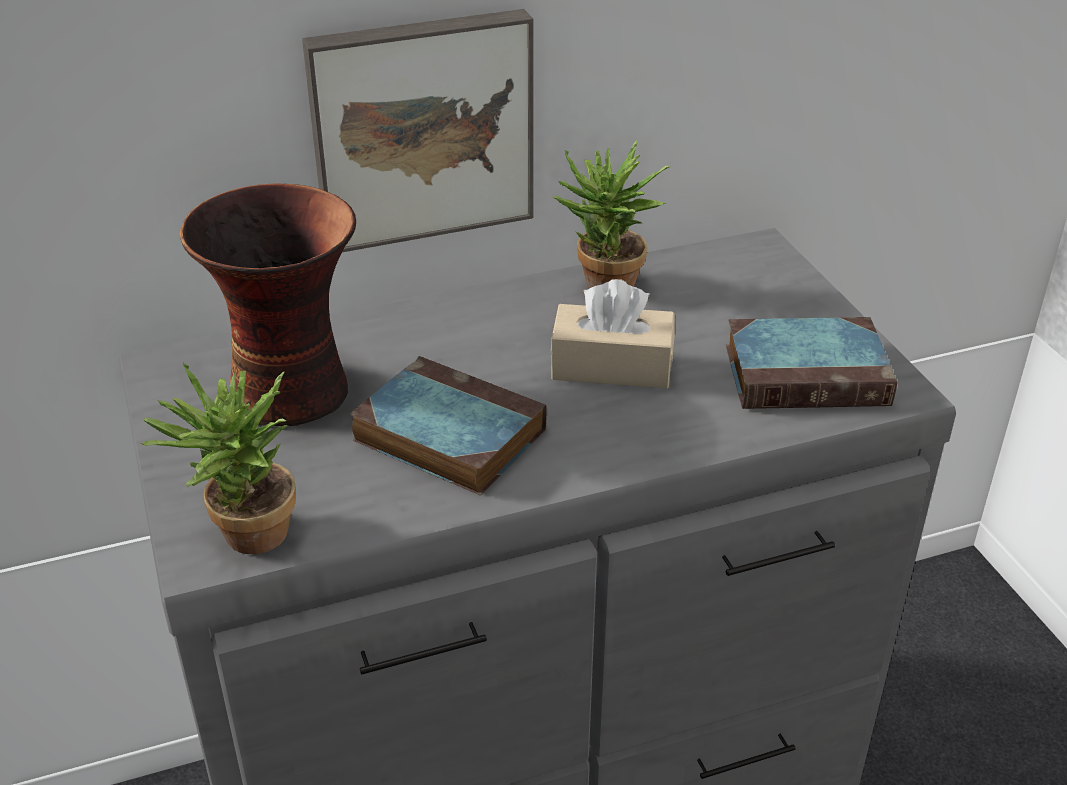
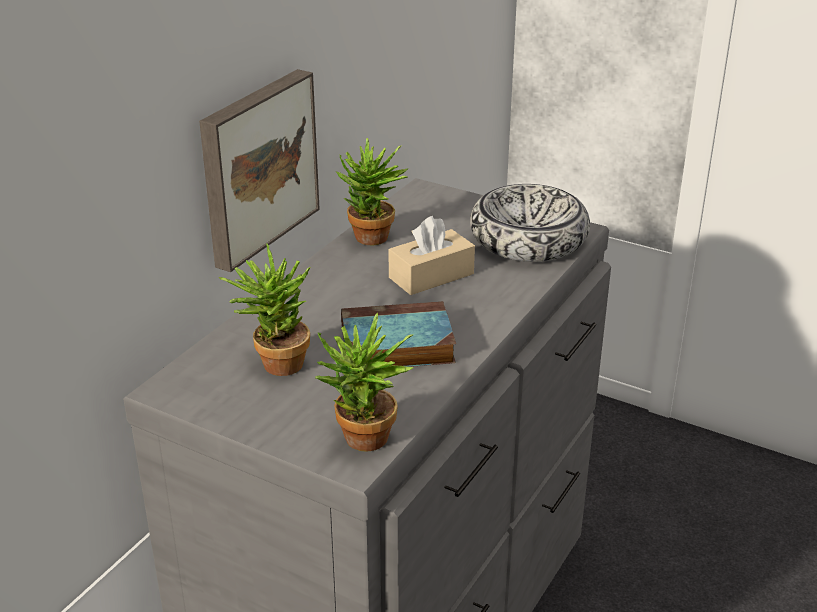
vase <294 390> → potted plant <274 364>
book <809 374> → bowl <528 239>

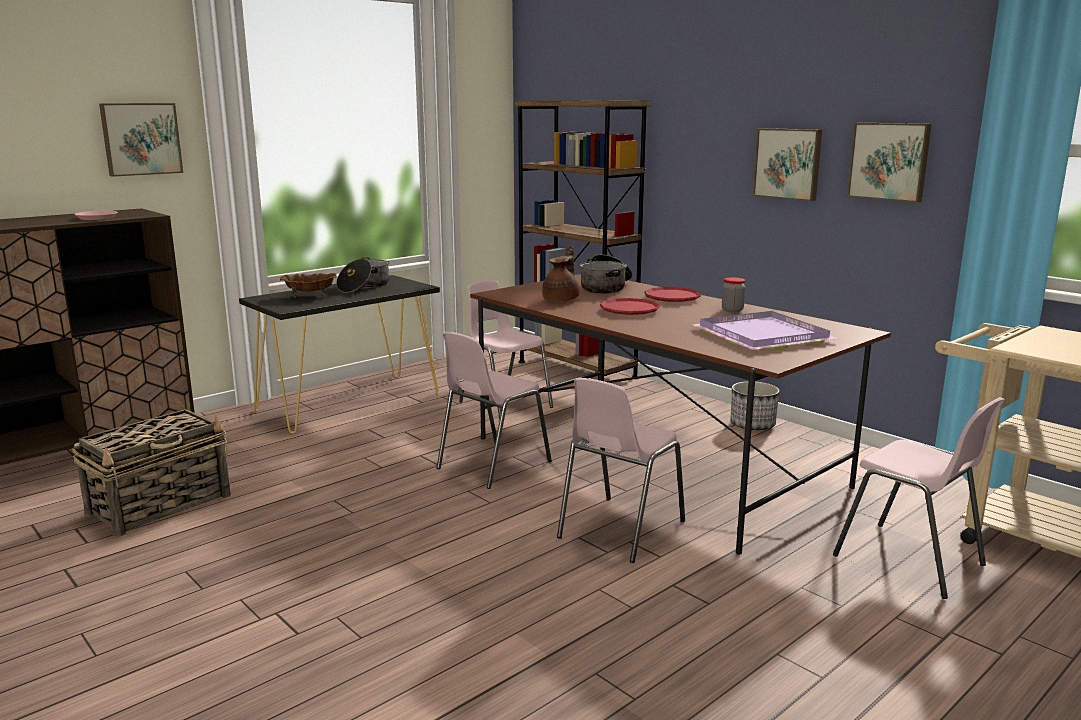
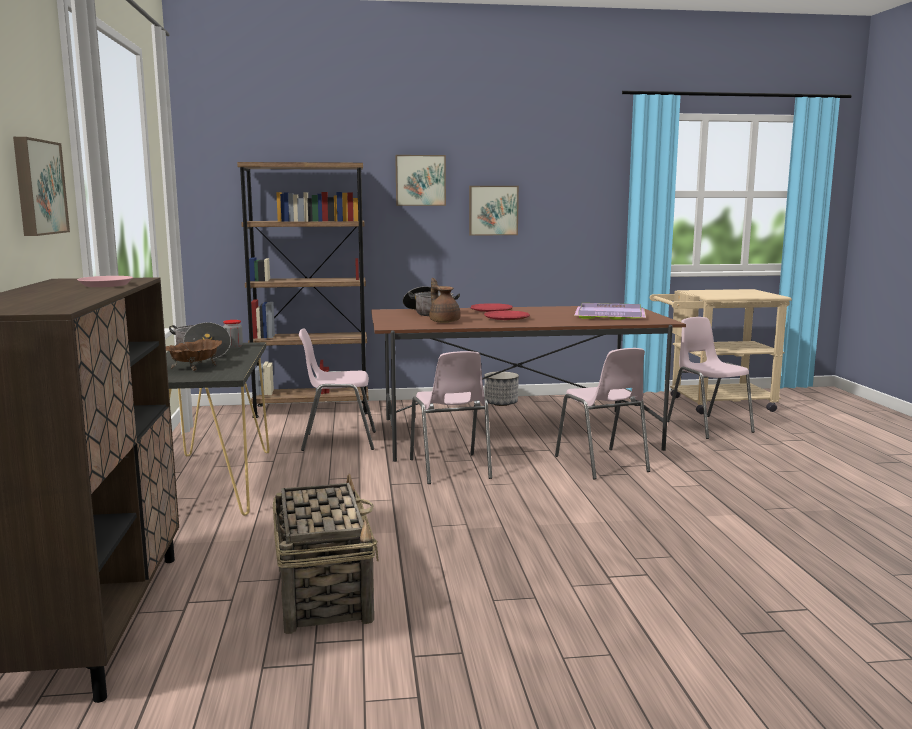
jar <732 310> → jar <233 347>, moved
picture <889 161> → picture <420 180>, moved
pink chair <910 561> → pink chair <708 426>, 105 degrees counterclockwise

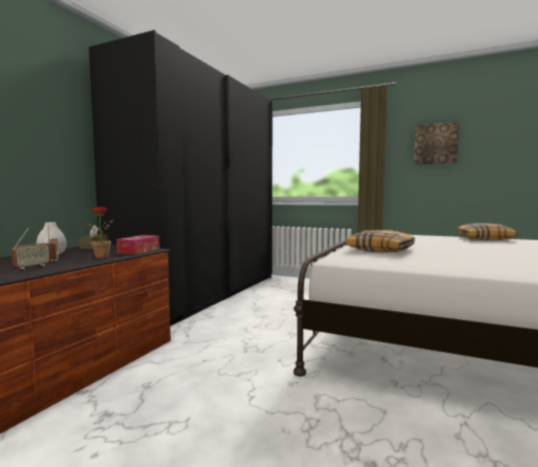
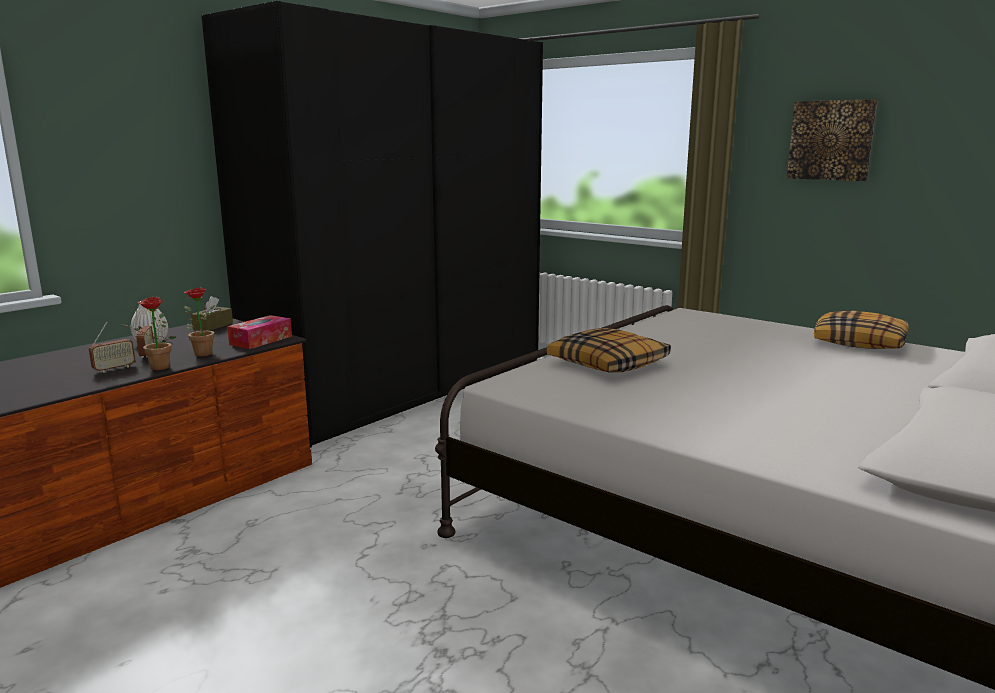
- → potted plant <156 368>

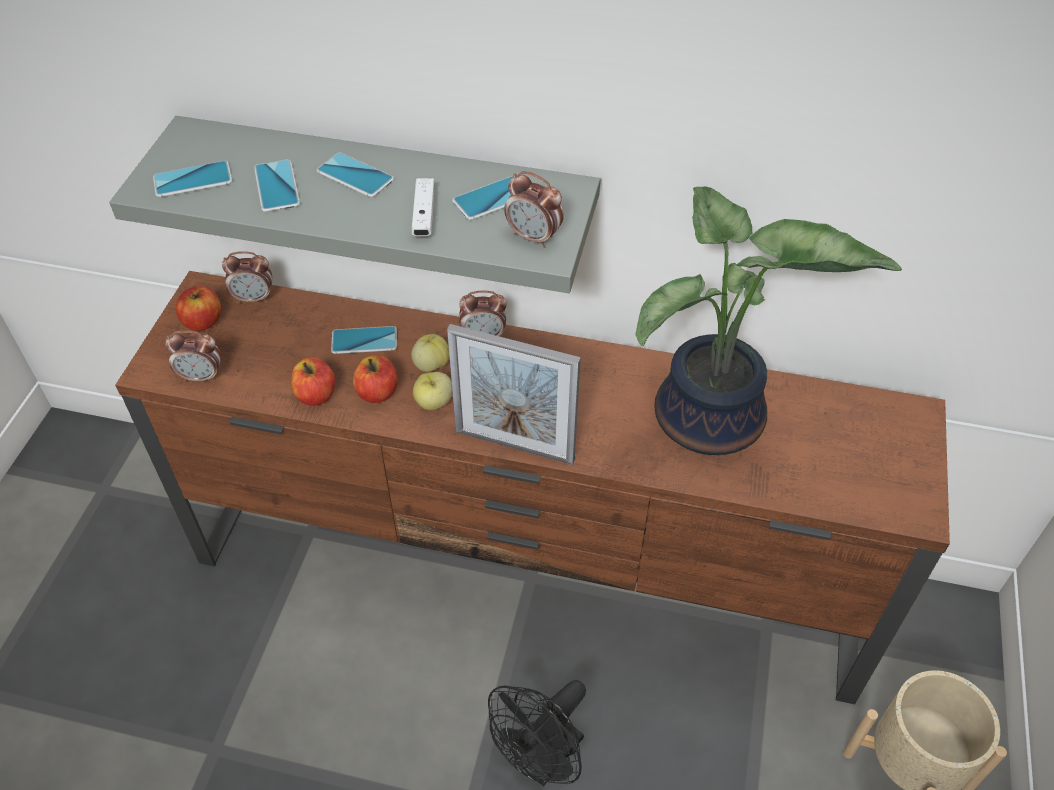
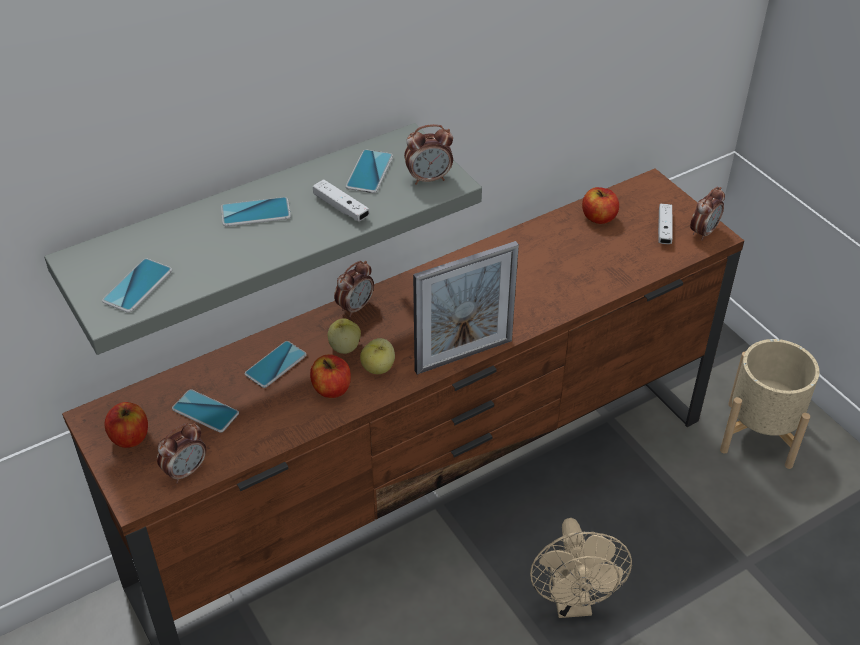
potted plant <710 425> → -
- → white game controller <664 229>
alarm clock <254 298> → alarm clock <703 232>, moved
phone <277 186> → phone <205 411>, moved
apple <316 395> → apple <599 217>, moved
black fan <542 760> → beige fan <573 602>

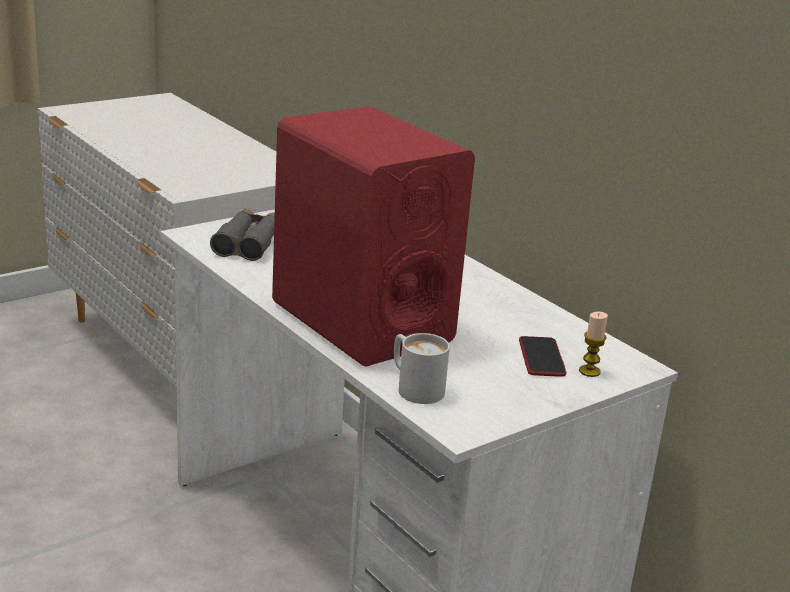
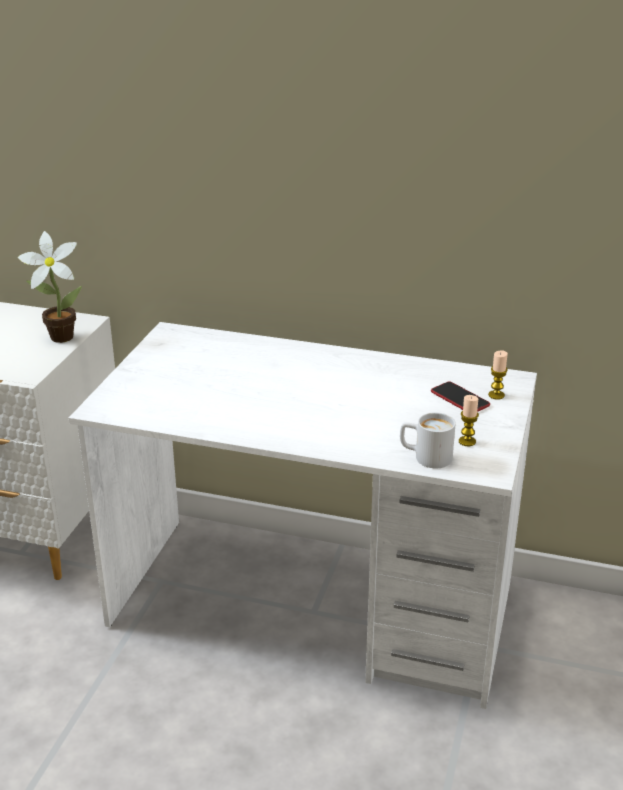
grey binoculars <249 242> → -
red speaker <361 321> → -
- → potted plant <58 337>
- → candle <467 441>

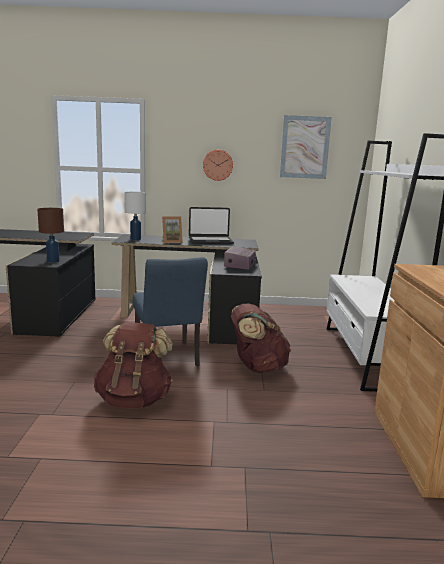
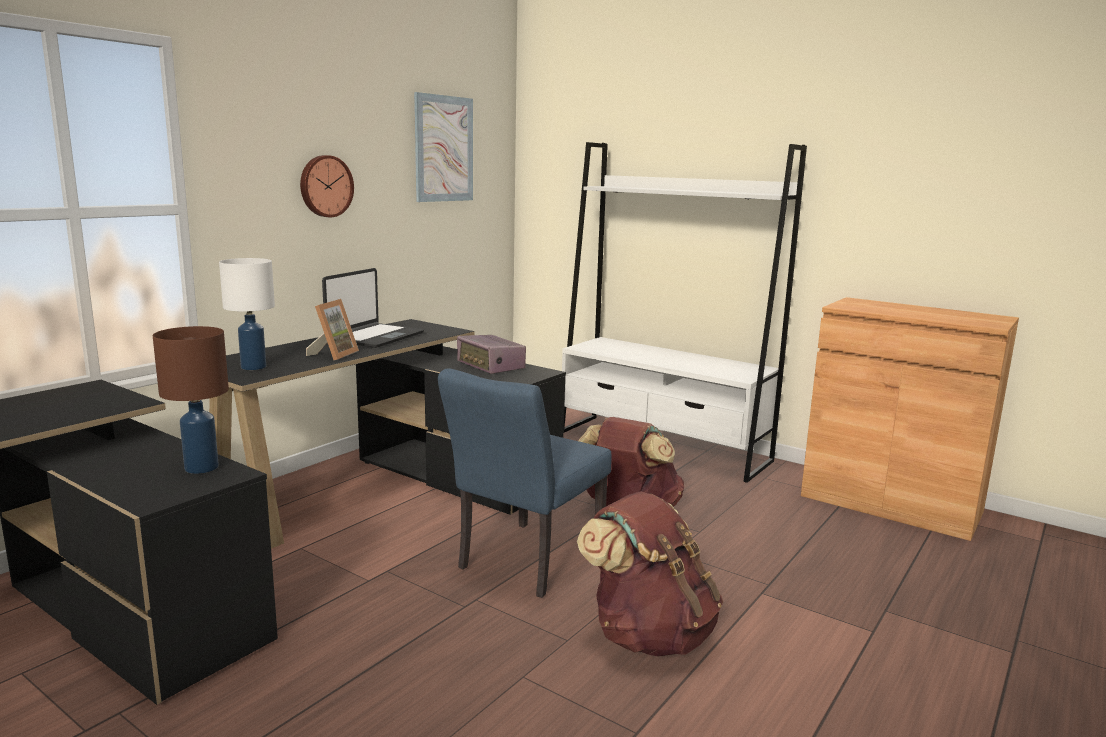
blue chair <167 358> → blue chair <524 563>, 105 degrees clockwise

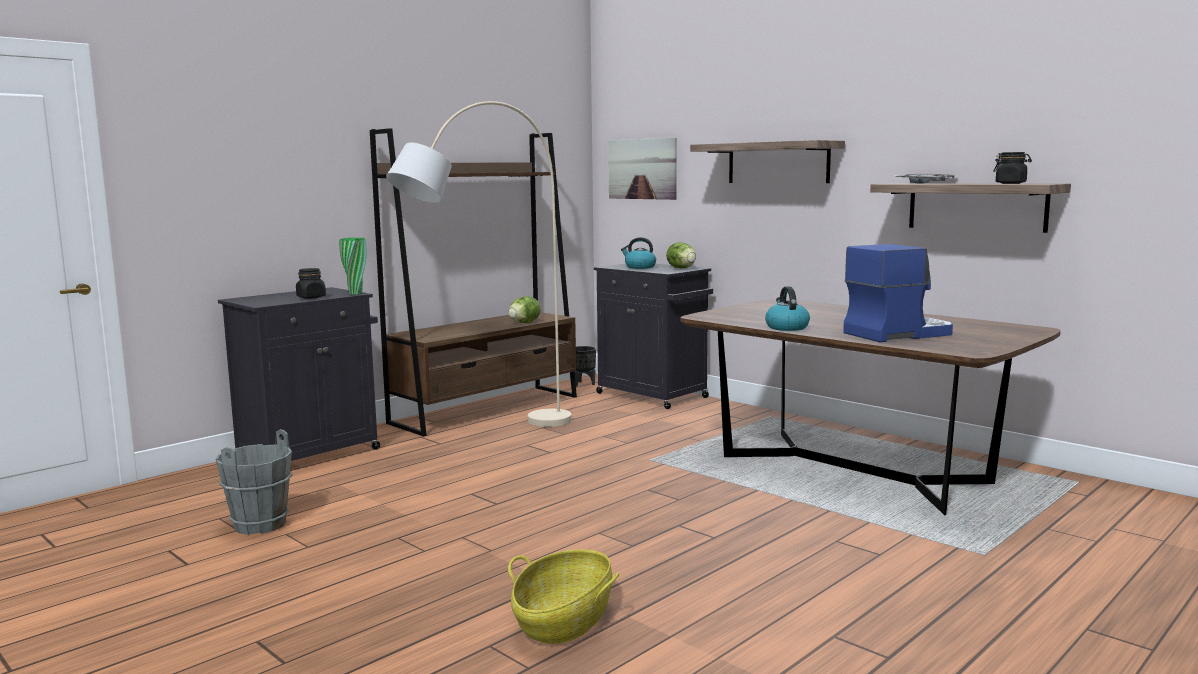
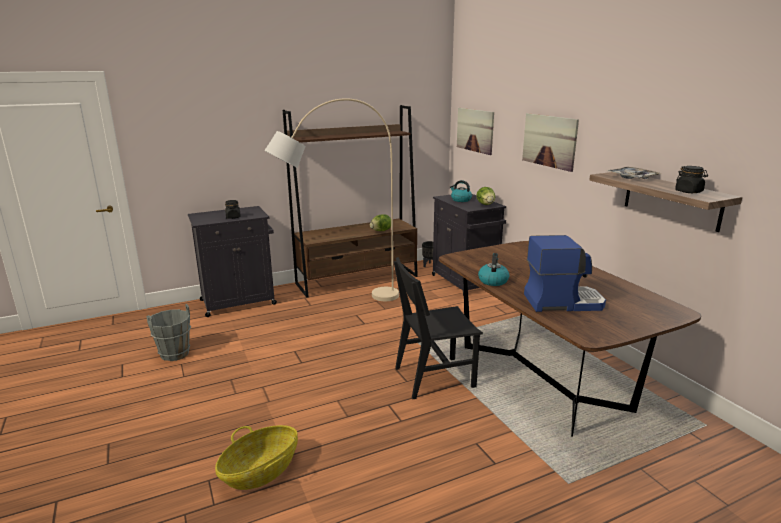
green vase <355 293> → -
- → black chair <434 377>
shelf <778 163> → picture <549 141>

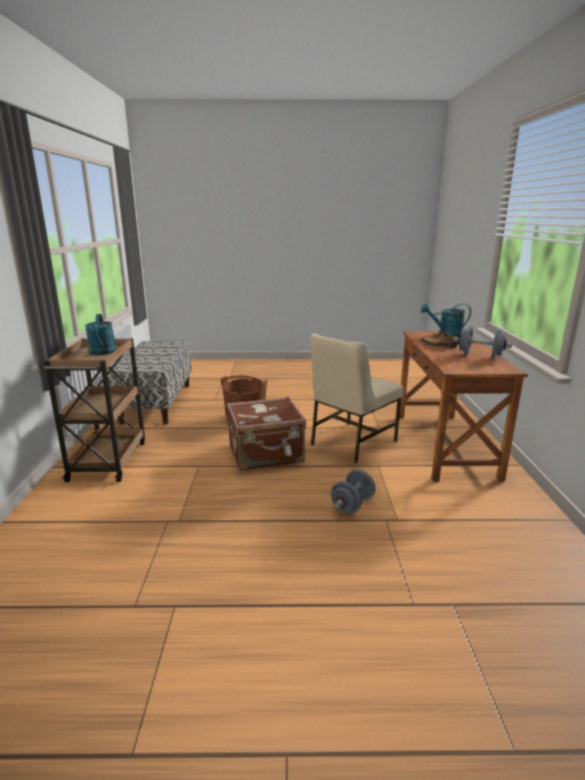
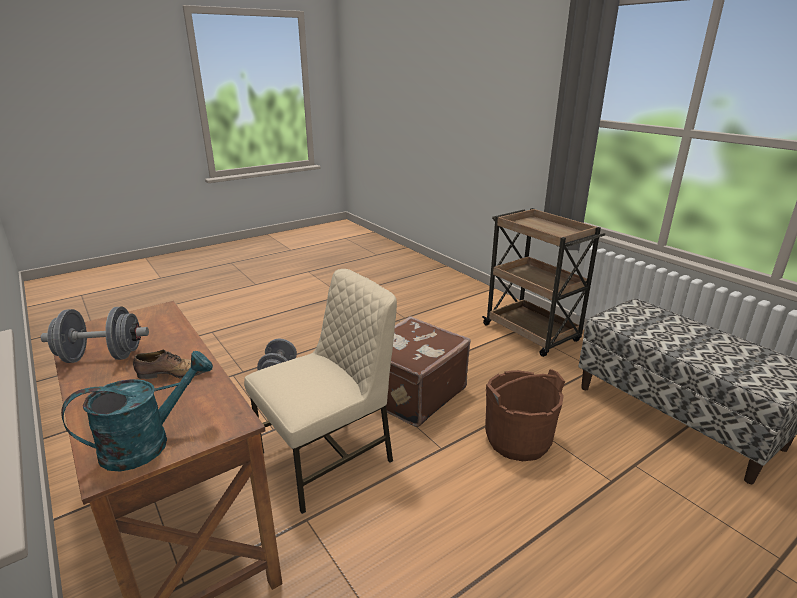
turquoise watering can <102 353> → -
beige chair <351 442> → beige chair <328 457>, 45 degrees clockwise

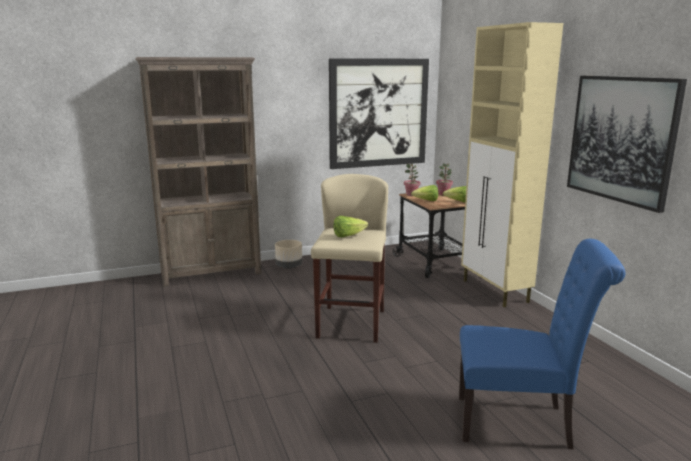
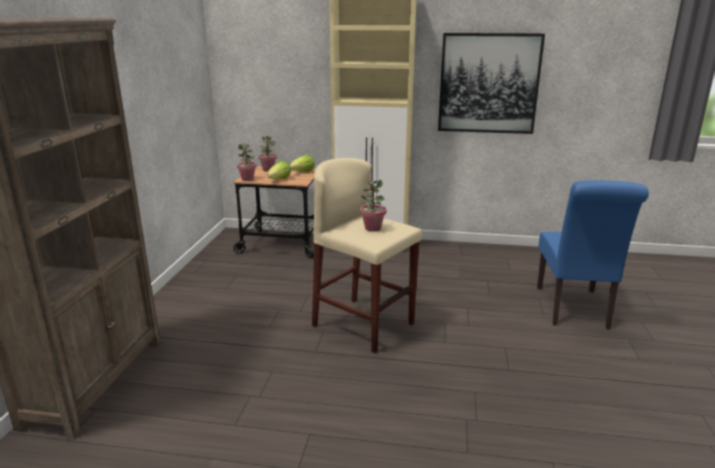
beige planter <289 266> → -
picture <378 113> → -
lettuce <348 236> → potted plant <372 228>
blue chair <520 423> → blue chair <573 310>, 150 degrees clockwise

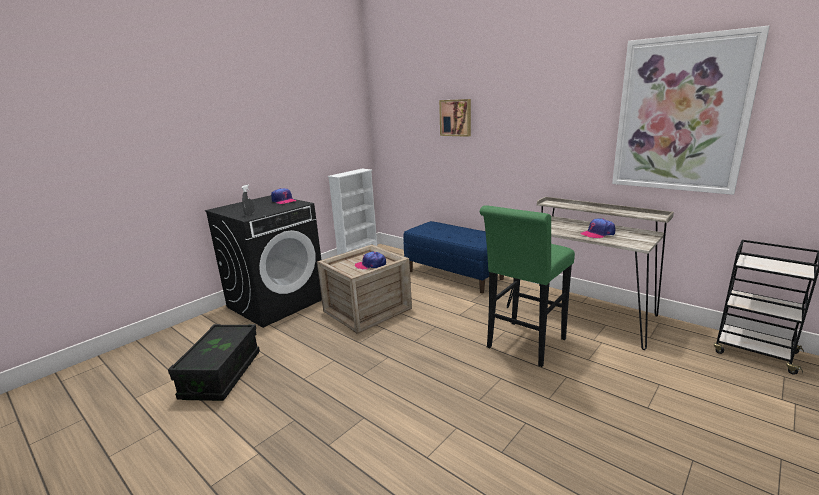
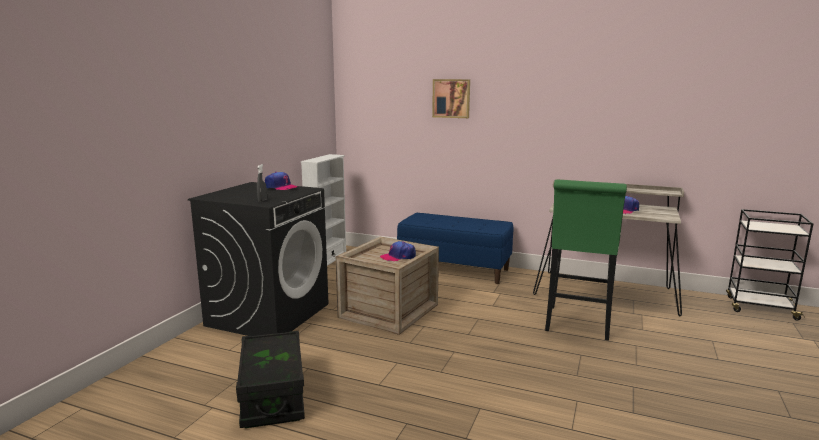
picture <680 115> → -

